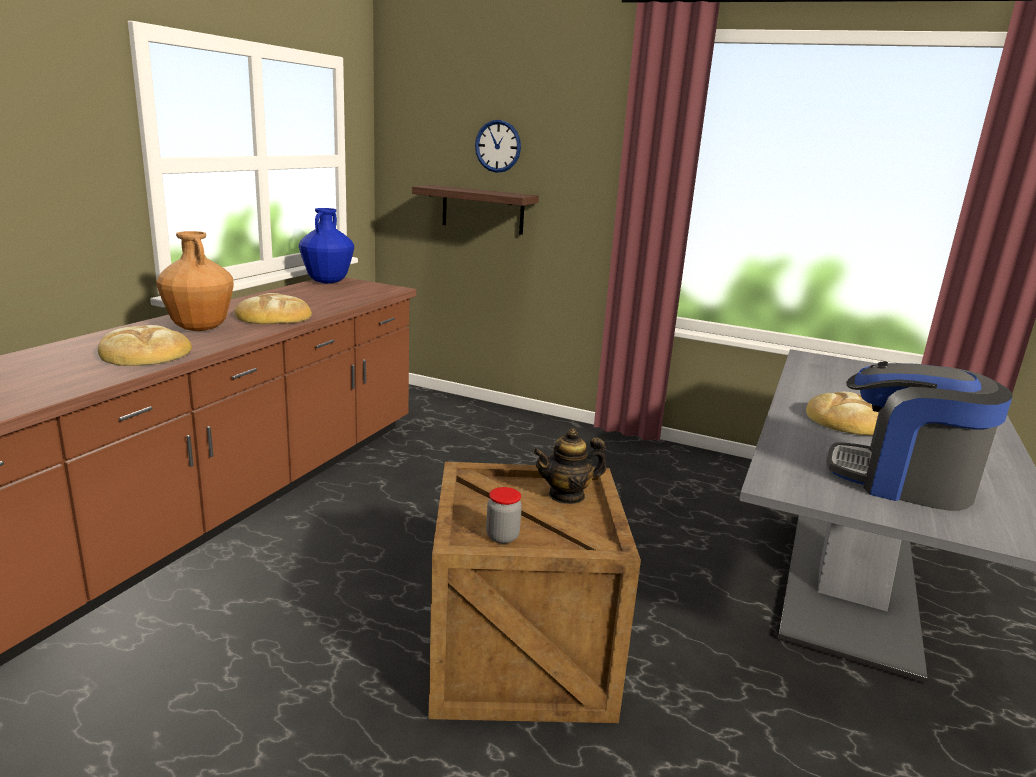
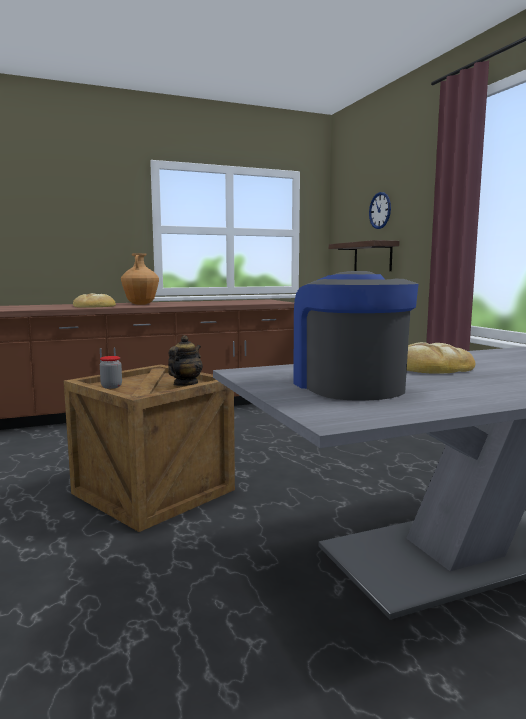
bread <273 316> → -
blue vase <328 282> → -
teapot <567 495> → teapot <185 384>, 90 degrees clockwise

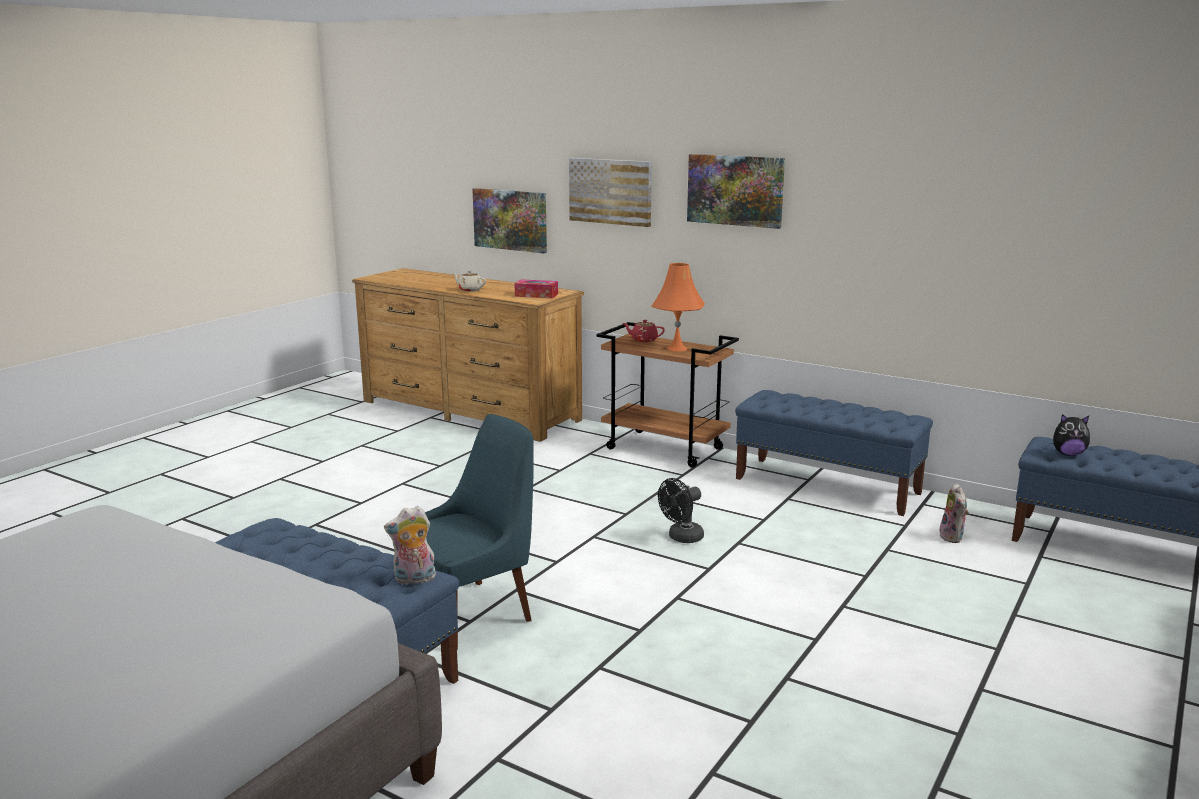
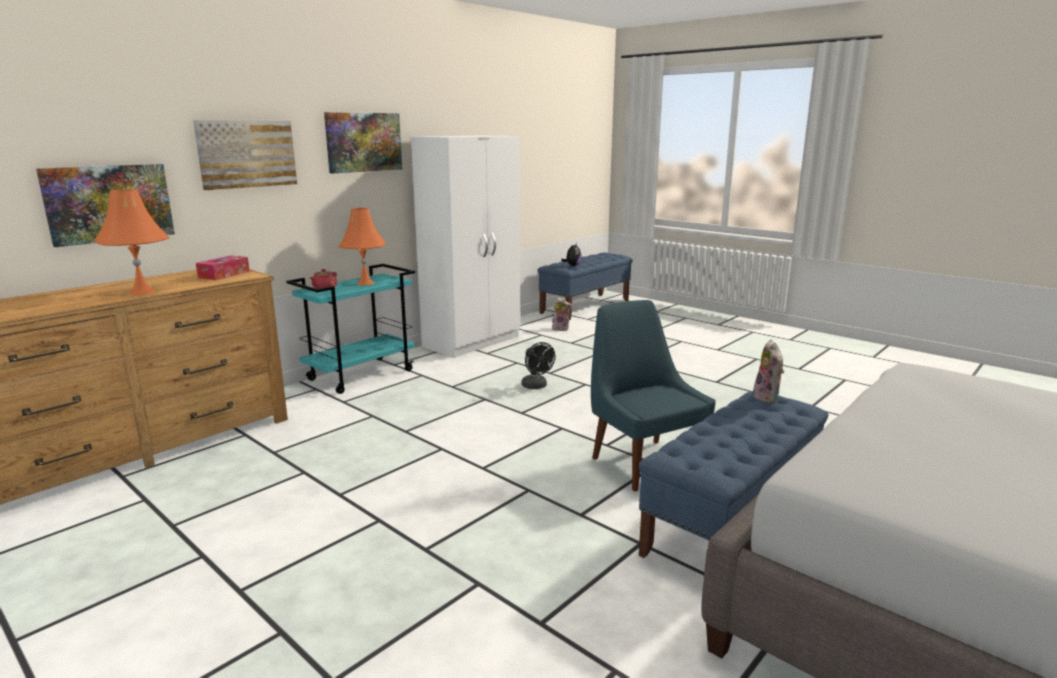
beige teapot <469 290> → orange table lamp <142 292>
blue bench <827 486> → white wardrobe <473 342>
brown cart <666 449> → turquoise cart <361 375>

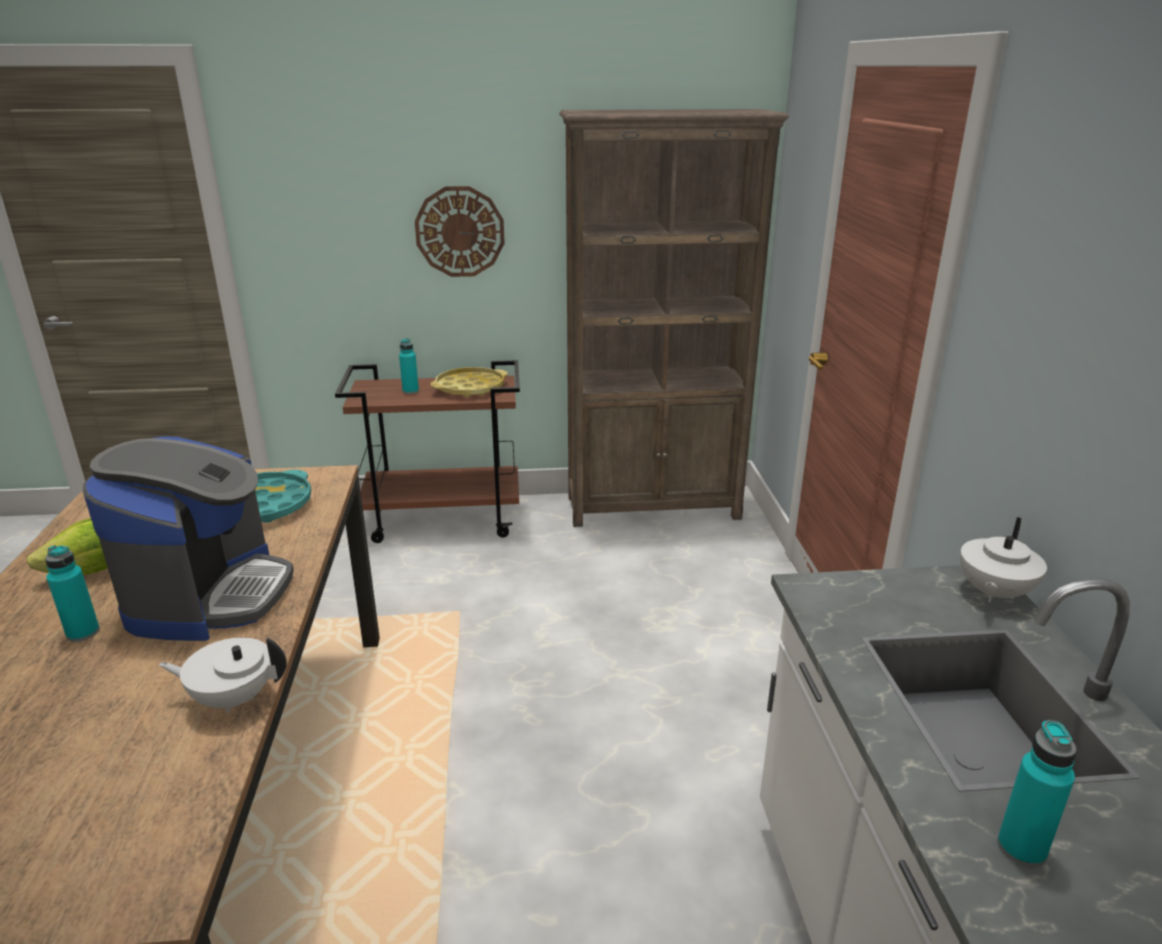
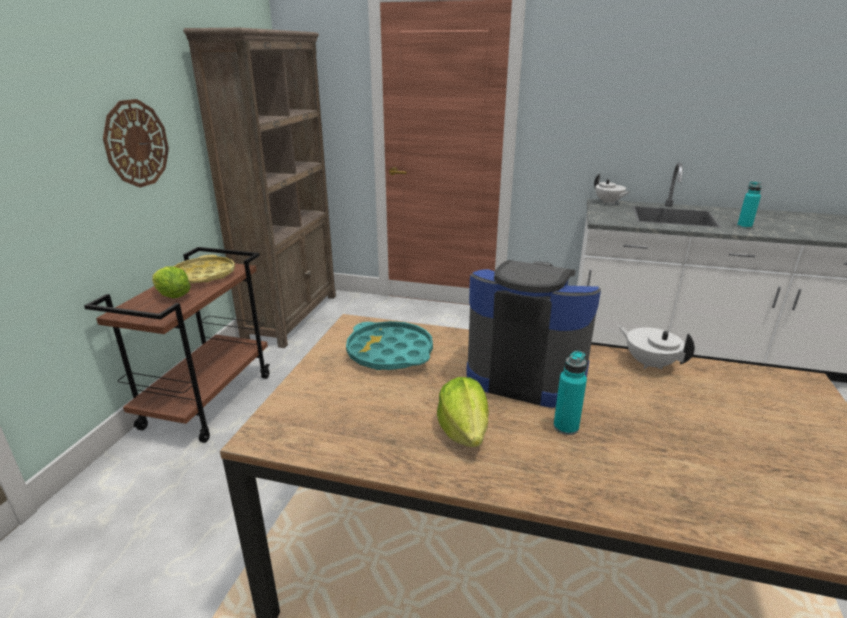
turquoise bottle <410 391> → lettuce <173 296>
white teapot <233 698> → white teapot <649 363>, 120 degrees clockwise

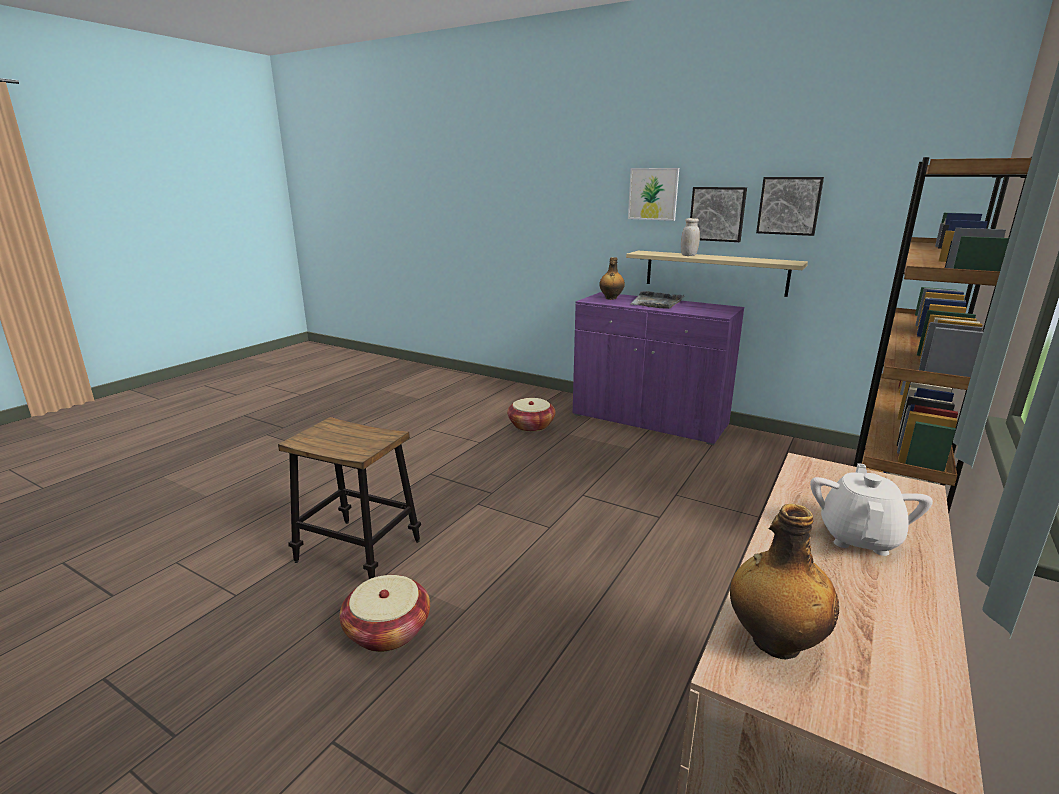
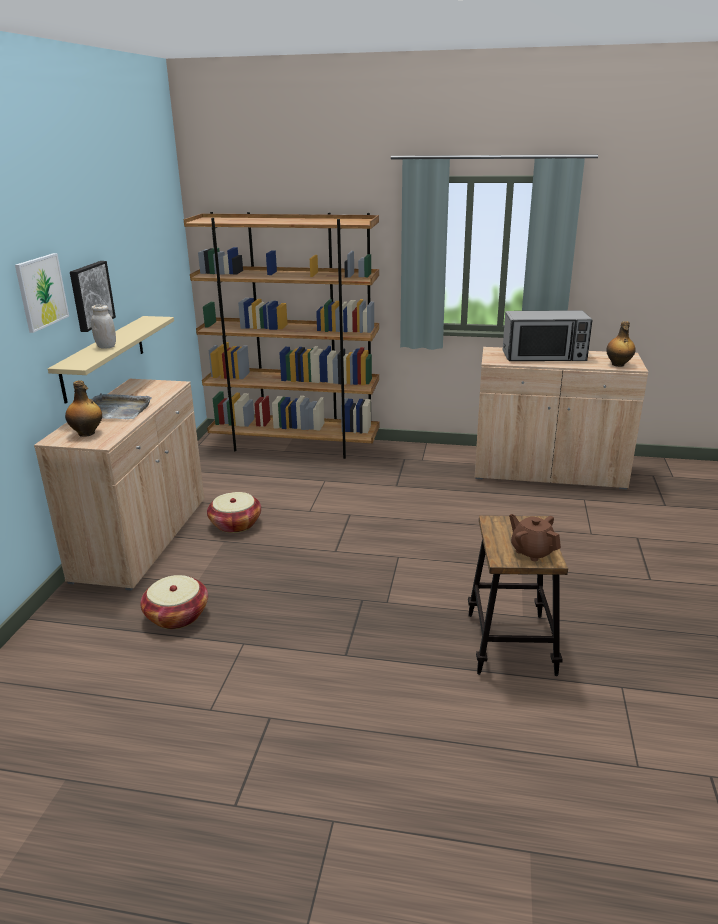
picture <789 206> → -
- → brown teapot <532 551>
basket <387 631> → basket <235 524>, moved
white teapot <859 537> → microwave <544 356>
purple cabinet <649 420> → beige cabinet <142 538>

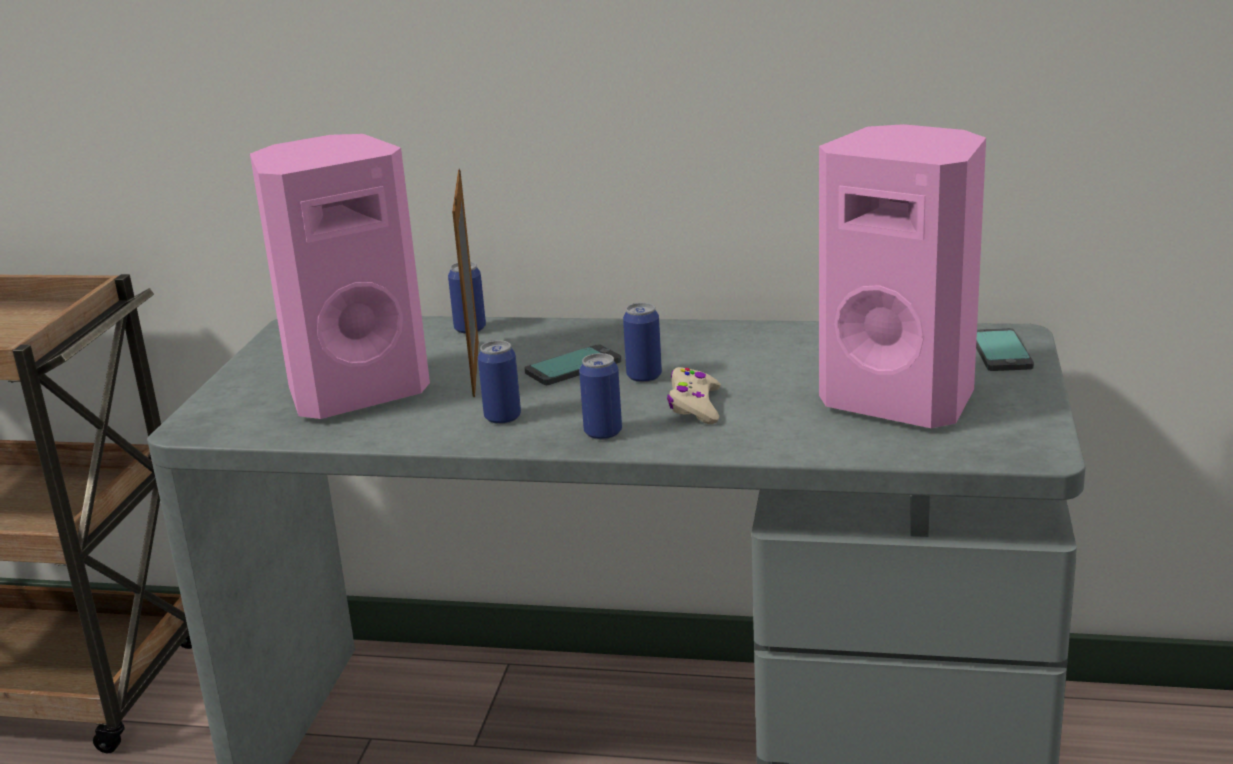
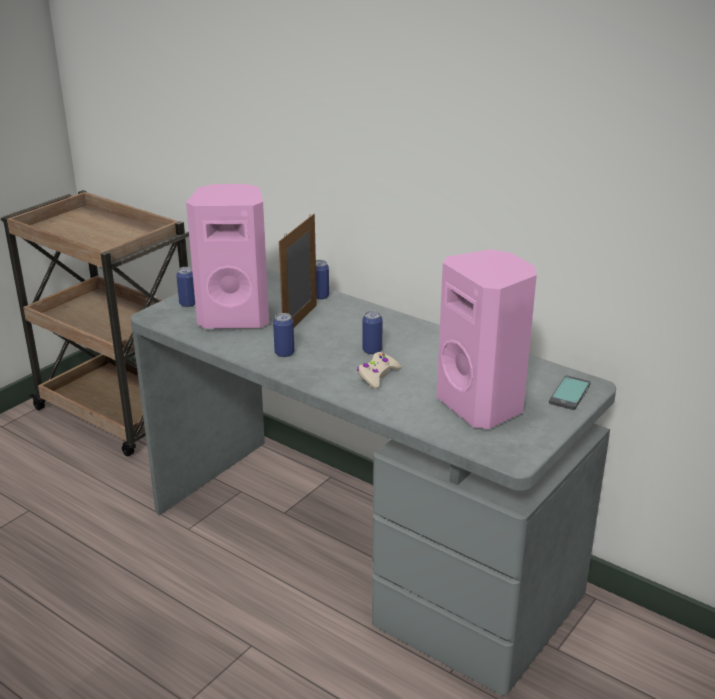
phone <573 367> → -
can <603 433> → can <188 304>, moved

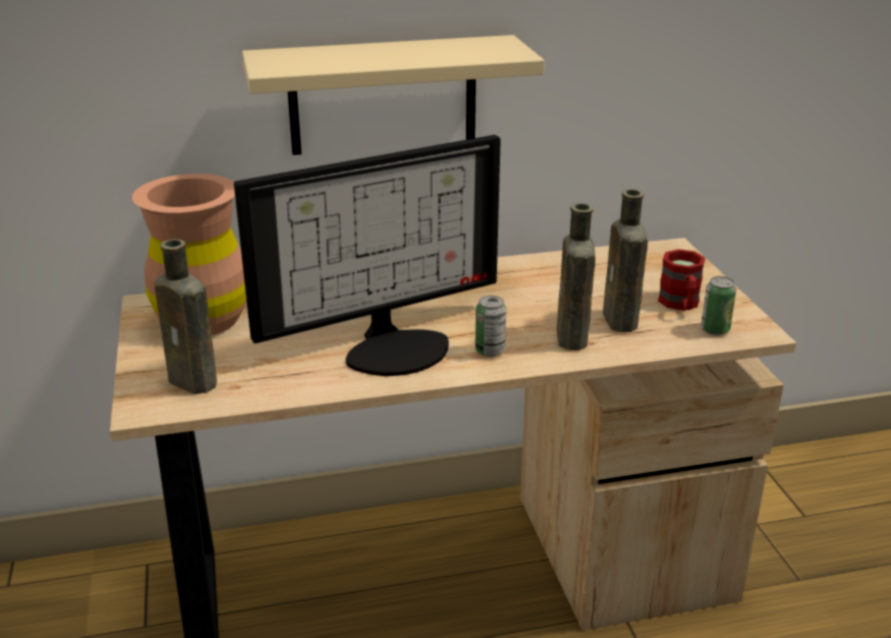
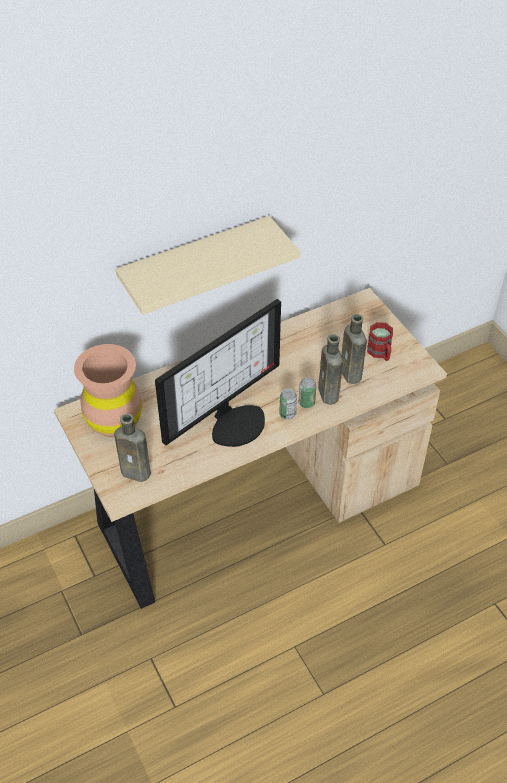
can <715 330> → can <306 403>, moved

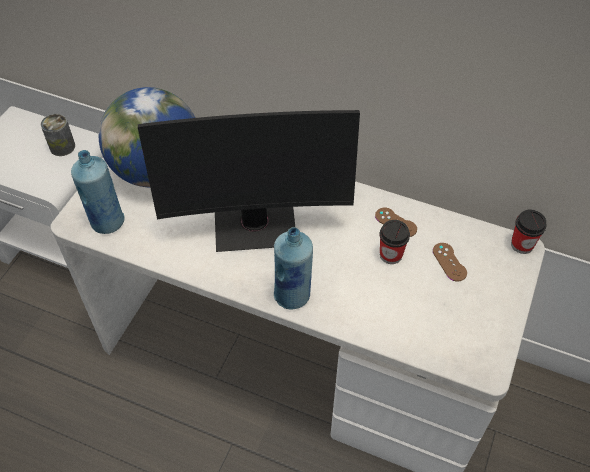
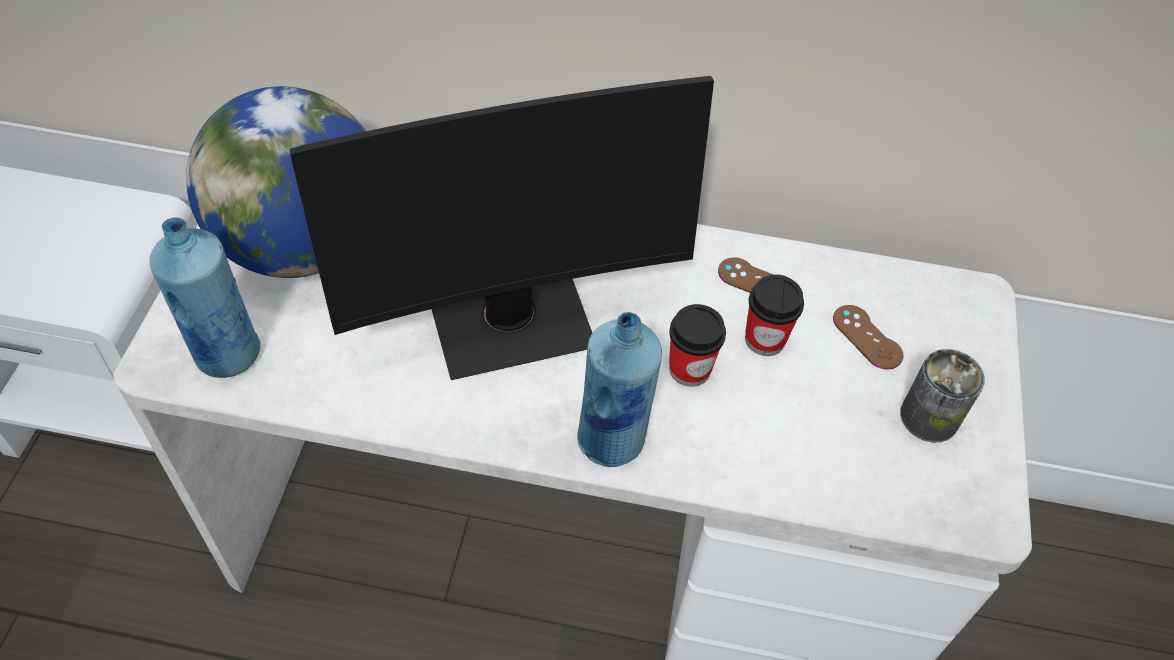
can <62 147> → can <929 417>, moved
cup <522 244> → cup <689 369>, moved

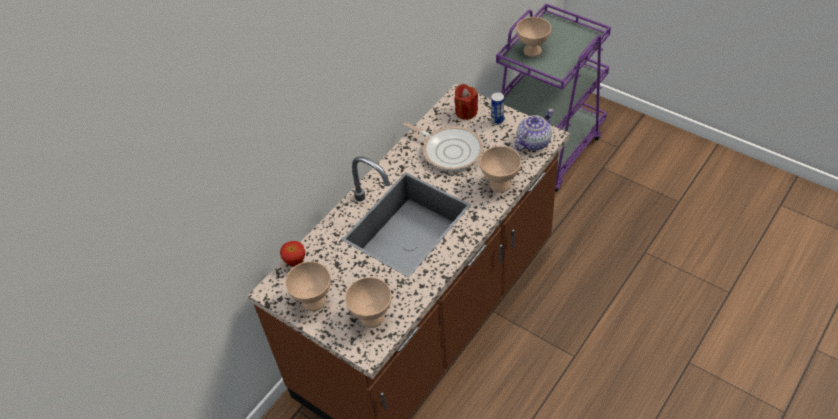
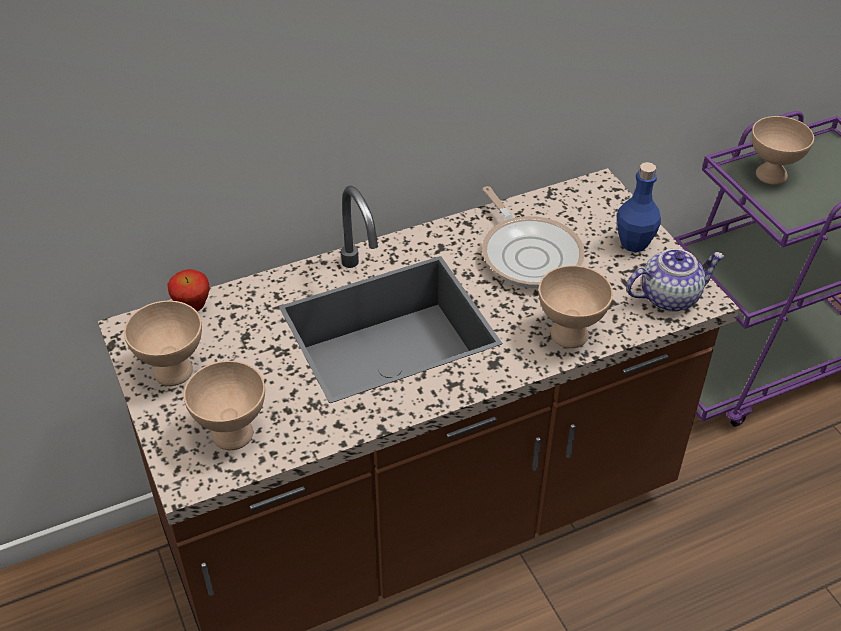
red candle <466 112> → -
can <497 120> → blue bottle <634 243>

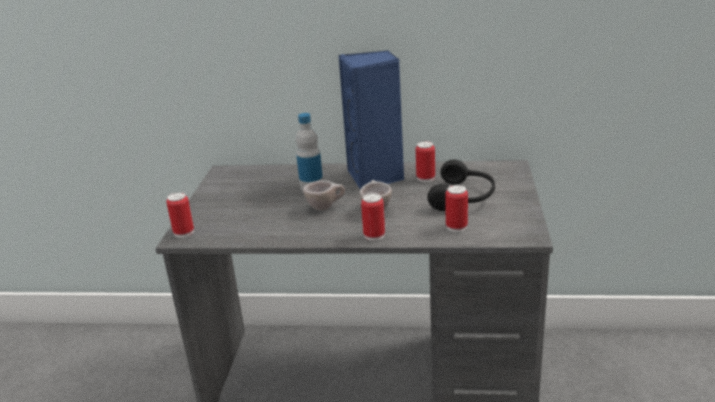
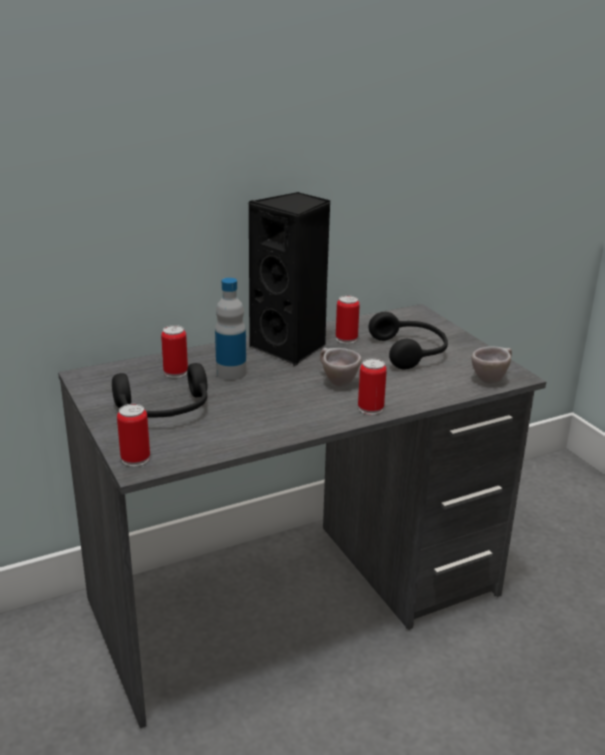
- → black headphones <164 410>
beige cup <325 207> → beige cup <491 379>, moved
can <456 226> → can <175 372>, moved
blue speaker <376 177> → black speaker <291 348>

